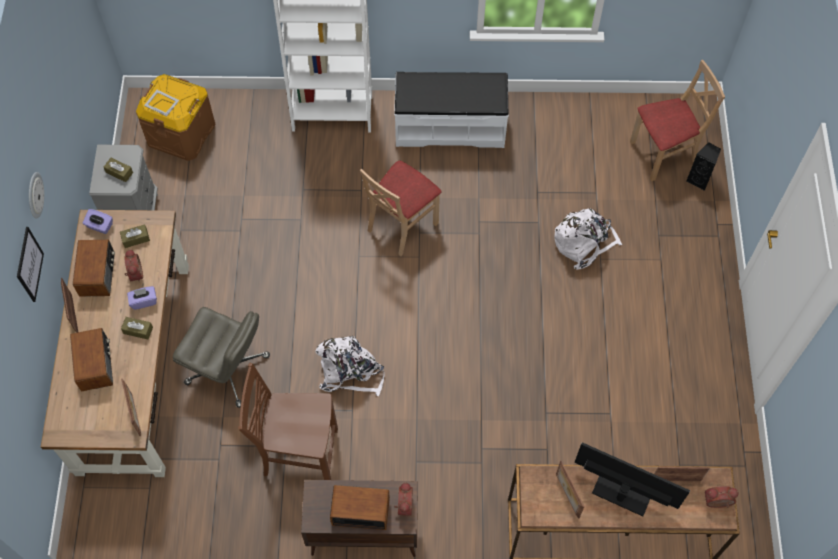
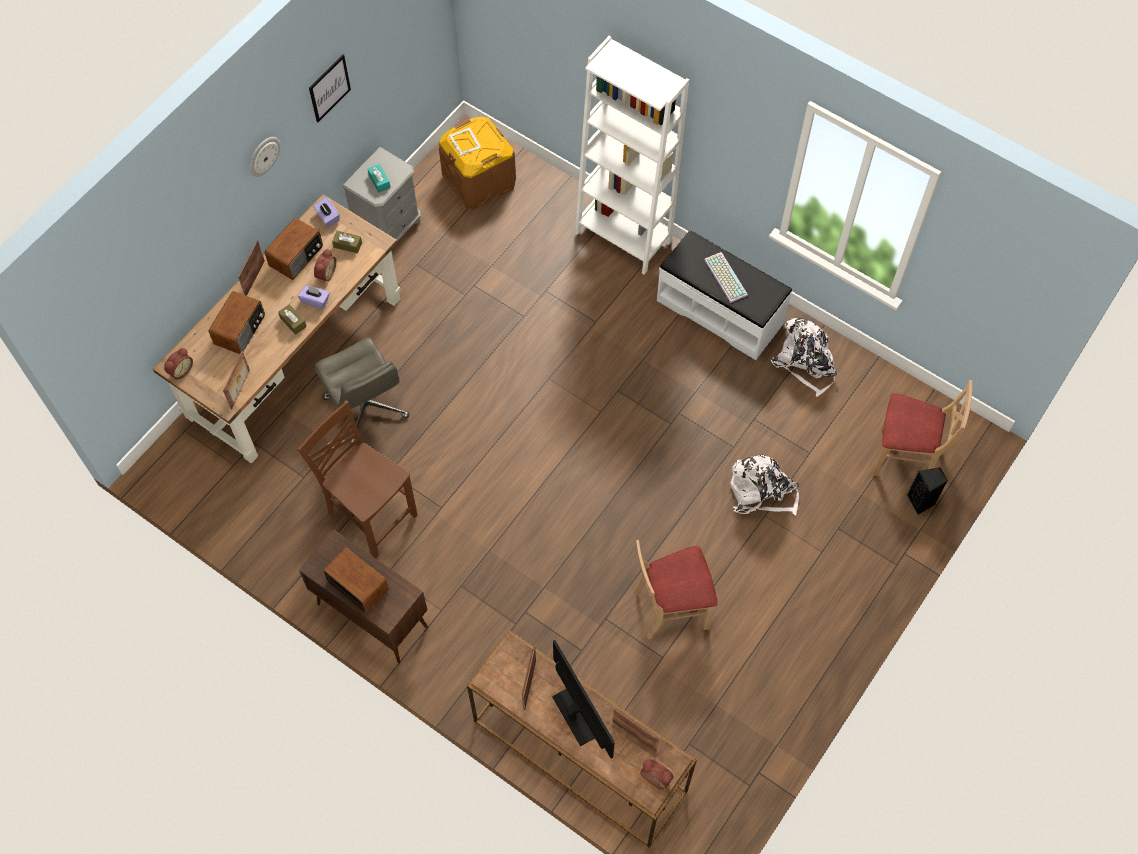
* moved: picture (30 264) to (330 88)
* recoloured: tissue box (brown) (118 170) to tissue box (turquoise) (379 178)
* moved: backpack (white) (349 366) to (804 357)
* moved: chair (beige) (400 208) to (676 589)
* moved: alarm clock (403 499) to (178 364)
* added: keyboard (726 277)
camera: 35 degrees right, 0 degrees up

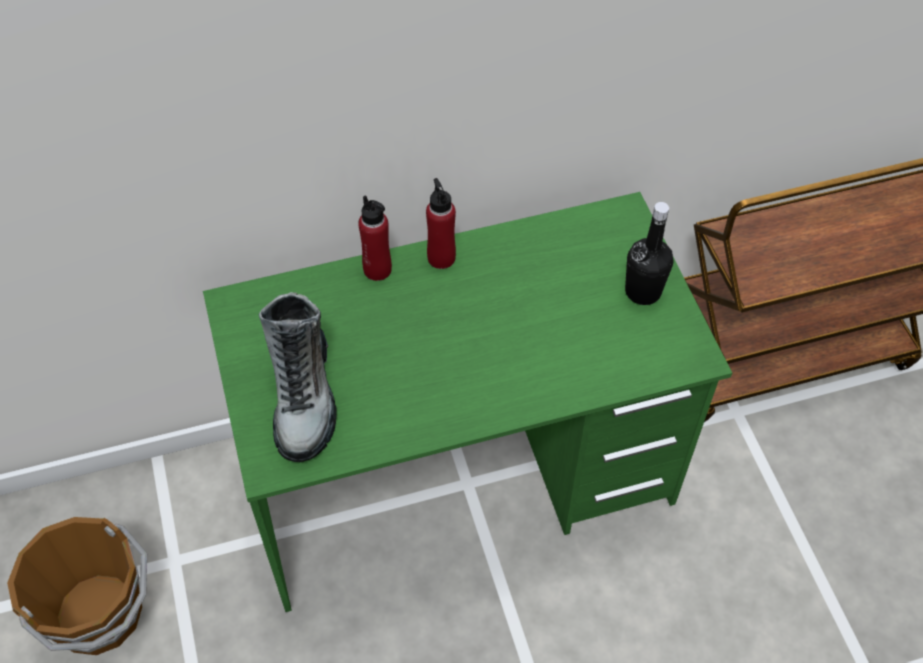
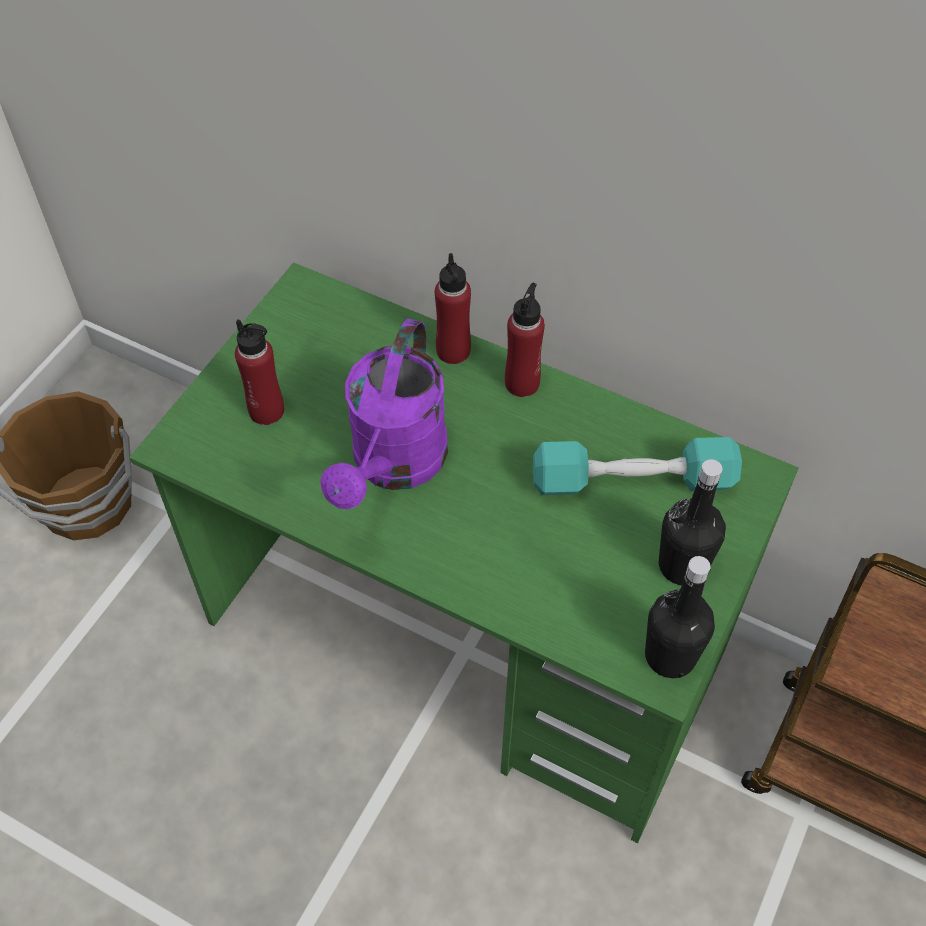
* replaced: boot (297 377) to bottle (red) (259 372)
* added: watering can (purple) (384 414)
* added: dumbbell (turquoise) (637 466)
* added: bottle (black) (680 617)
camera: 45 degrees right, 0 degrees up

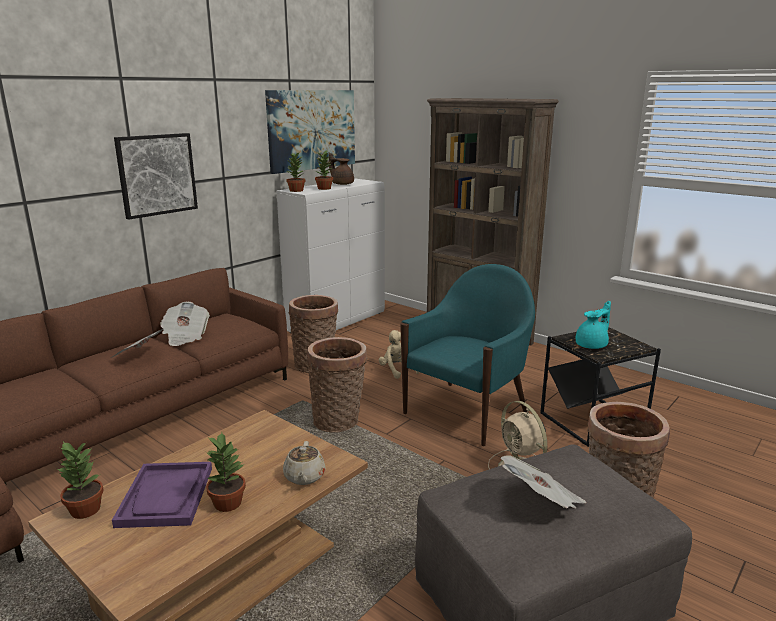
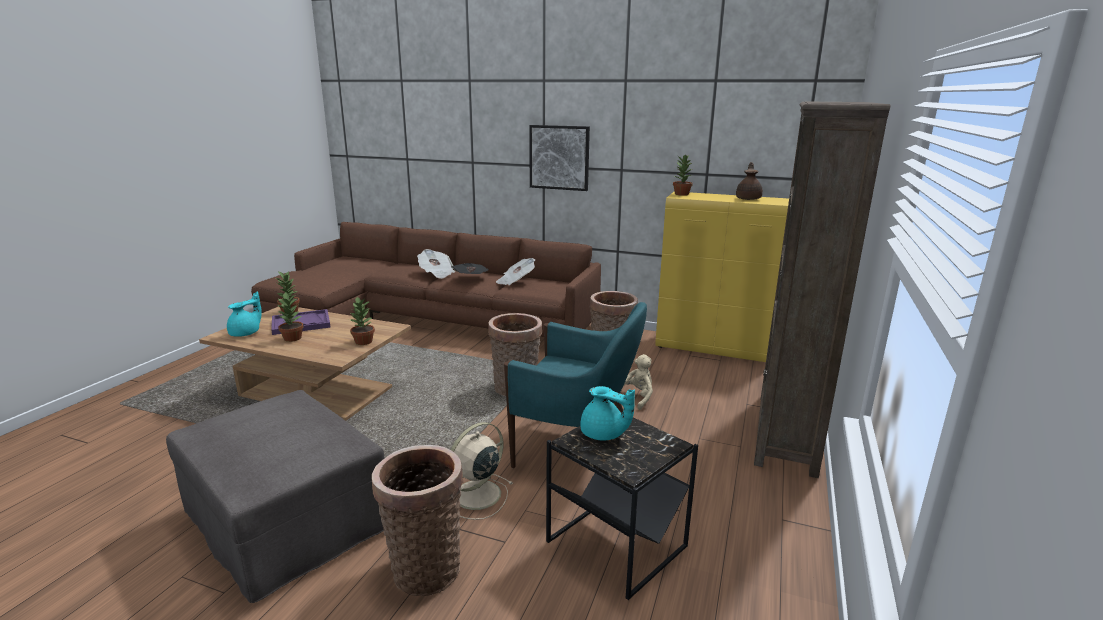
* removed: picture (310 132)
* recoloured: cabinet (white) (330 256) to cabinet (yellow) (722 276)
* removed: teapot (beige) (304 463)
* moved: potted plant (324 169) to (362 321)
* moved: newspaper (543 481) to (436 264)
* added: teapot (turquoise) (244 314)
camera: 70 degrees right, 0 degrees up

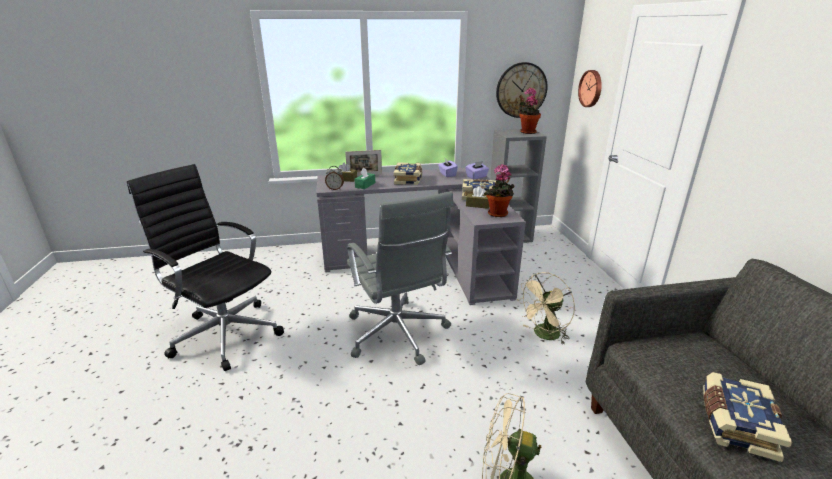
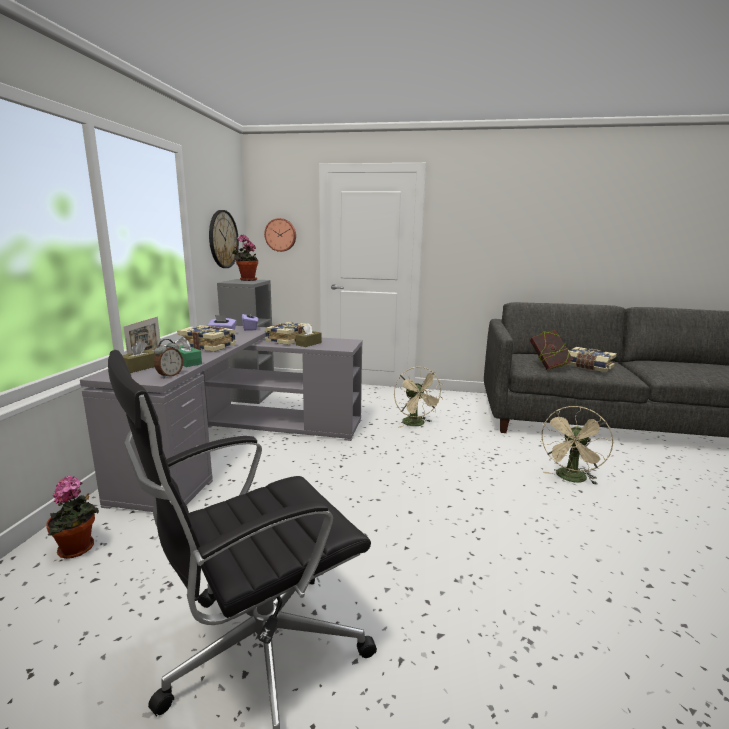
* removed: office chair (grey) (400 278)
* moved: potted plant (499 190) to (72 517)
* added: book (551 350)
camera: 70 degrees left, 10 degrees down

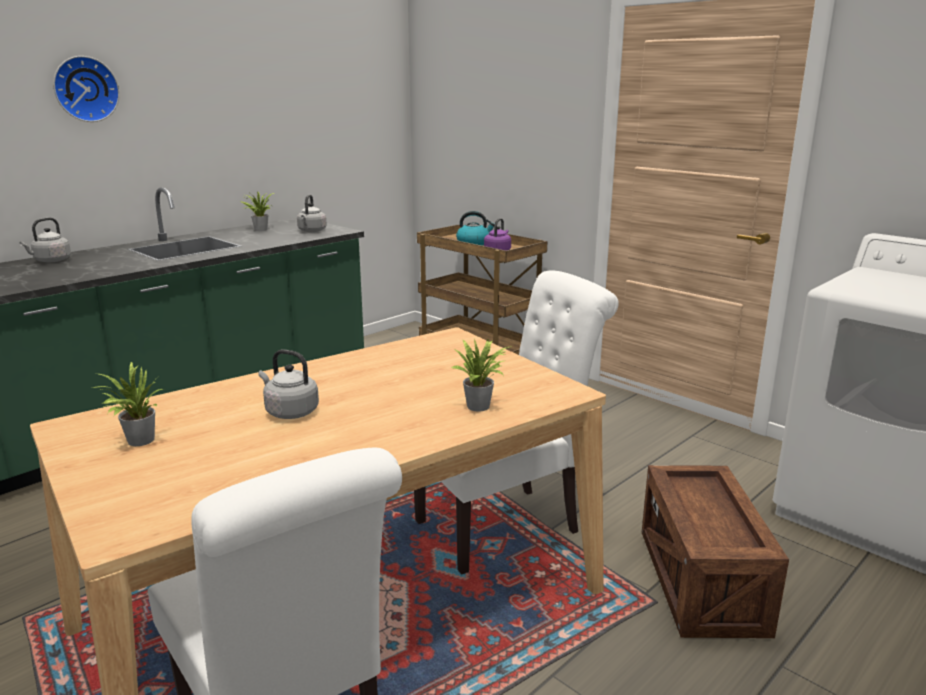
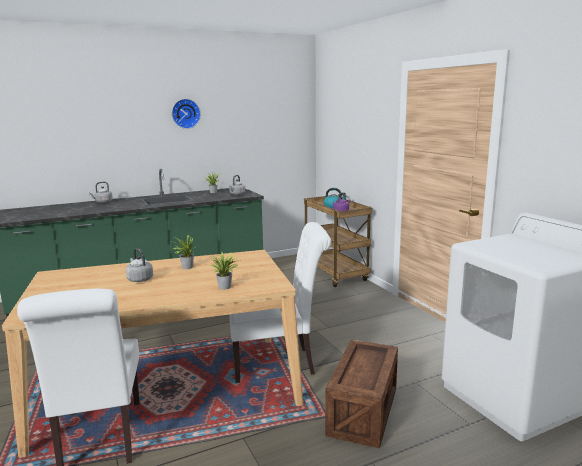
* moved: wall clock (86 89) to (186 114)
* moved: potted plant (128 403) to (185 252)
camera: 20 degrees right, 5 degrees down

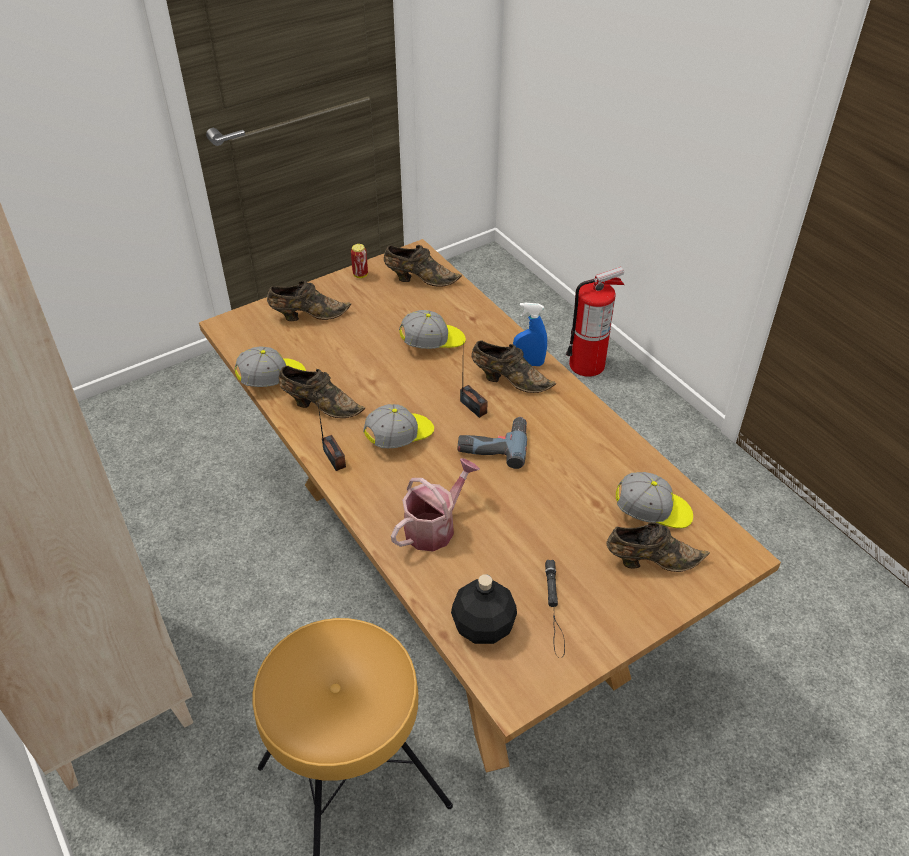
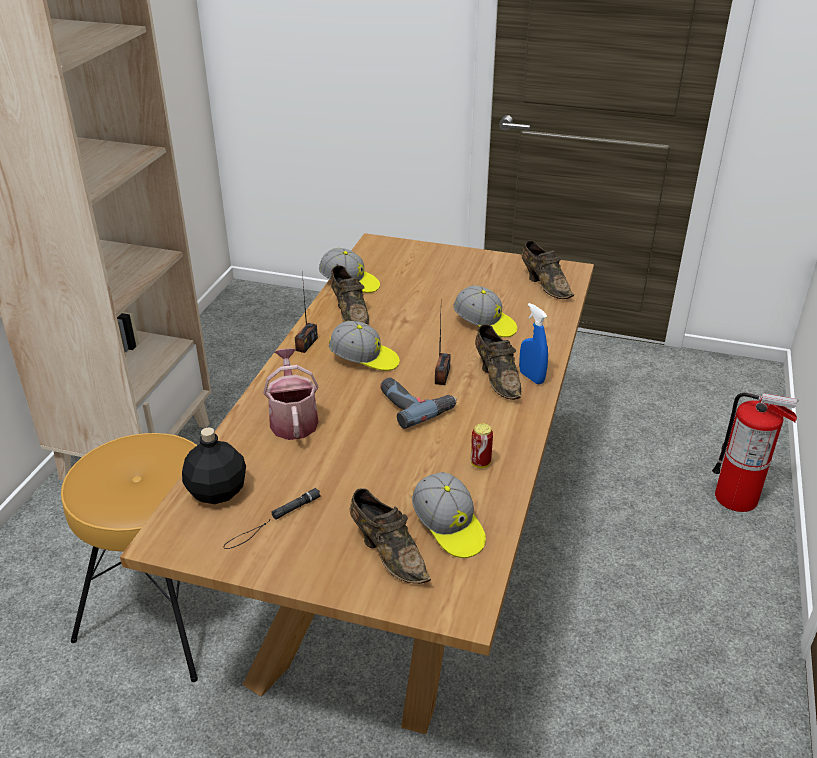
* removed: shoe (brown) (309 300)
* moved: can (359 261) to (482 445)
* turned: watering can (435 504) = (291 394) 105 degrees counterclockwise
camera: 50 degrees right, 10 degrees down

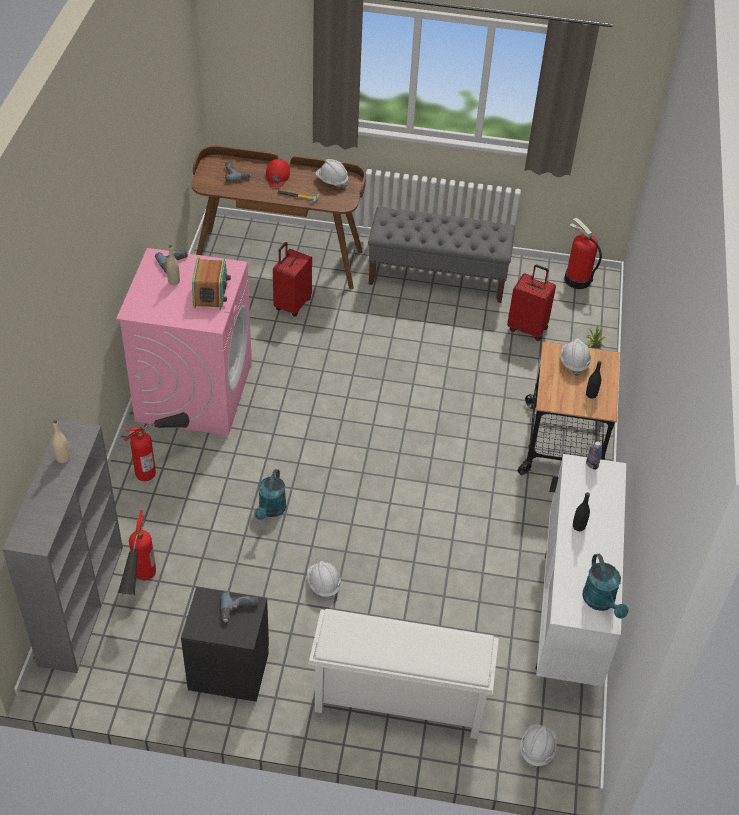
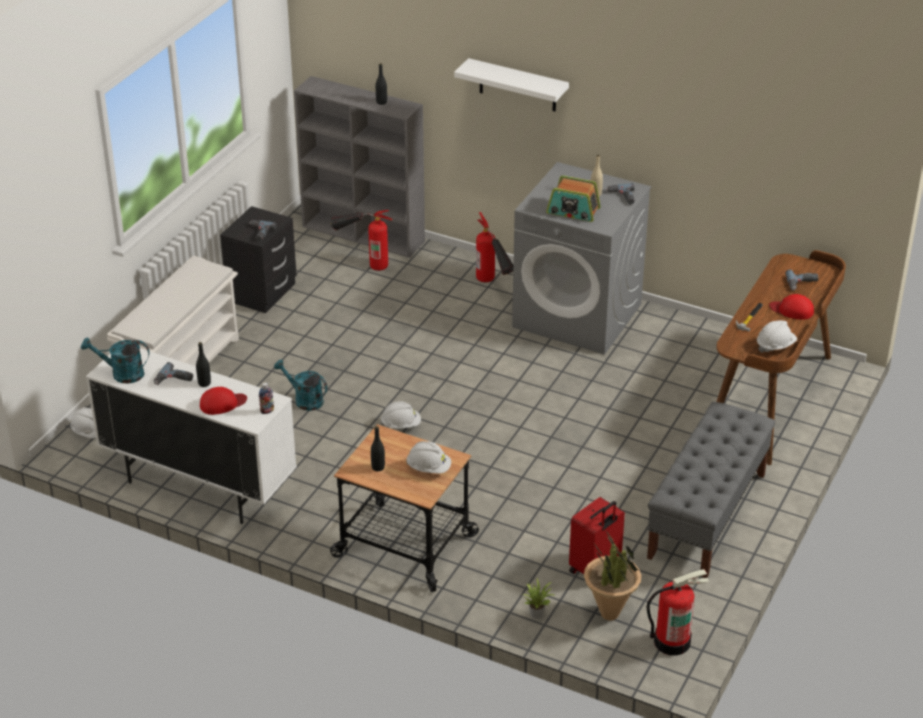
* recoloured: bottle (beige) (61 441) to bottle (black) (381 84)
* recoloured: washing machine (pink) (184 342) to washing machine (grey) (581 258)
* moved: watering can (turquoise) (270 494) to (301 385)
* removed: suitcase (red) (292 279)
* moved: hard hat (white) (324 580) to (401 415)
* added: power drill (173 373)
* added: cap (red) (223 401)
* added: shelf (white) (511 84)
* added: potted plant (612 574)
camera: 110 degrees right, 10 degrees down

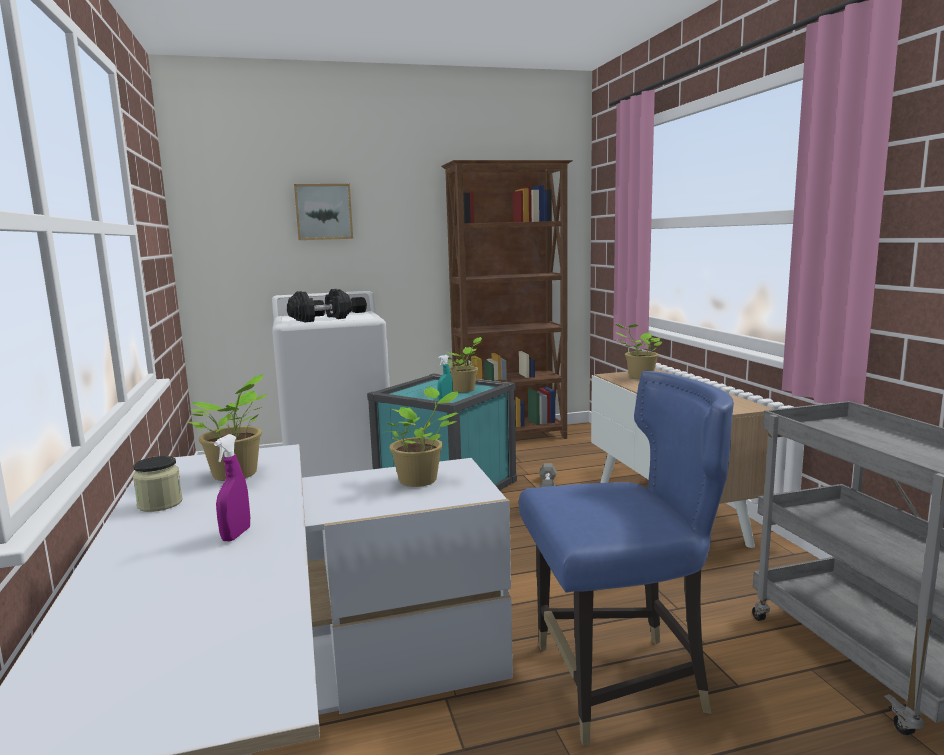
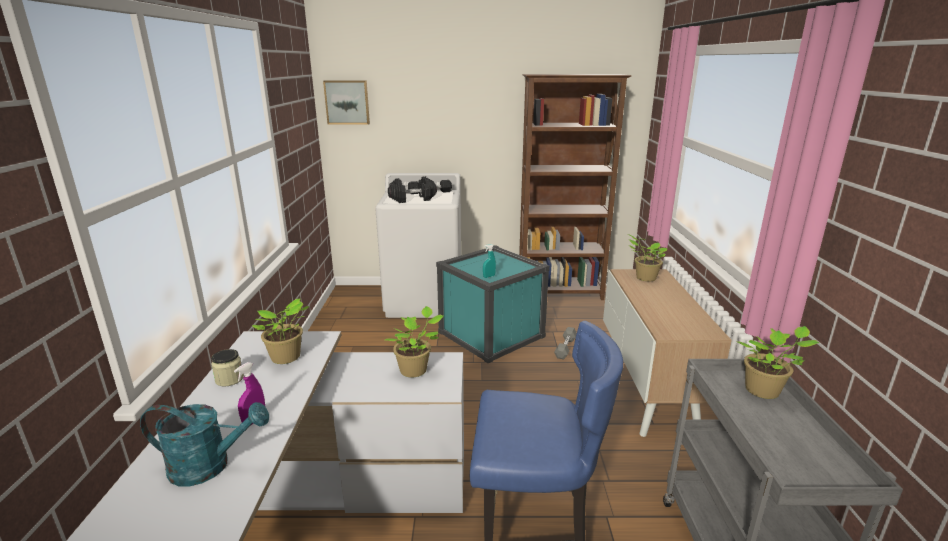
* moved: picture (323 212) to (346 102)
* moved: potted plant (464 365) to (778 362)
* added: watering can (turquoise) (204 444)
camera: 15 degrees right, 10 degrees up

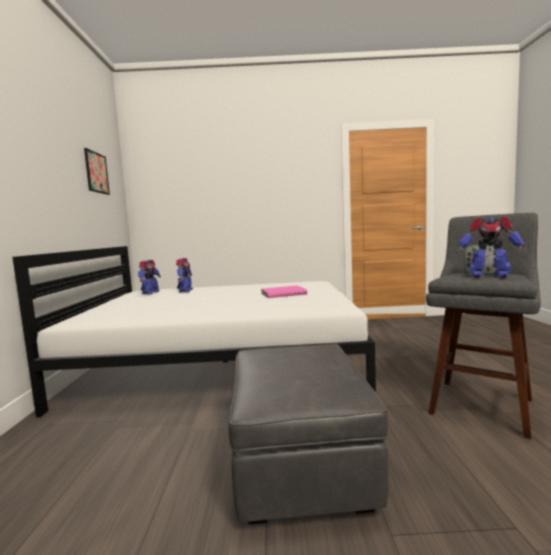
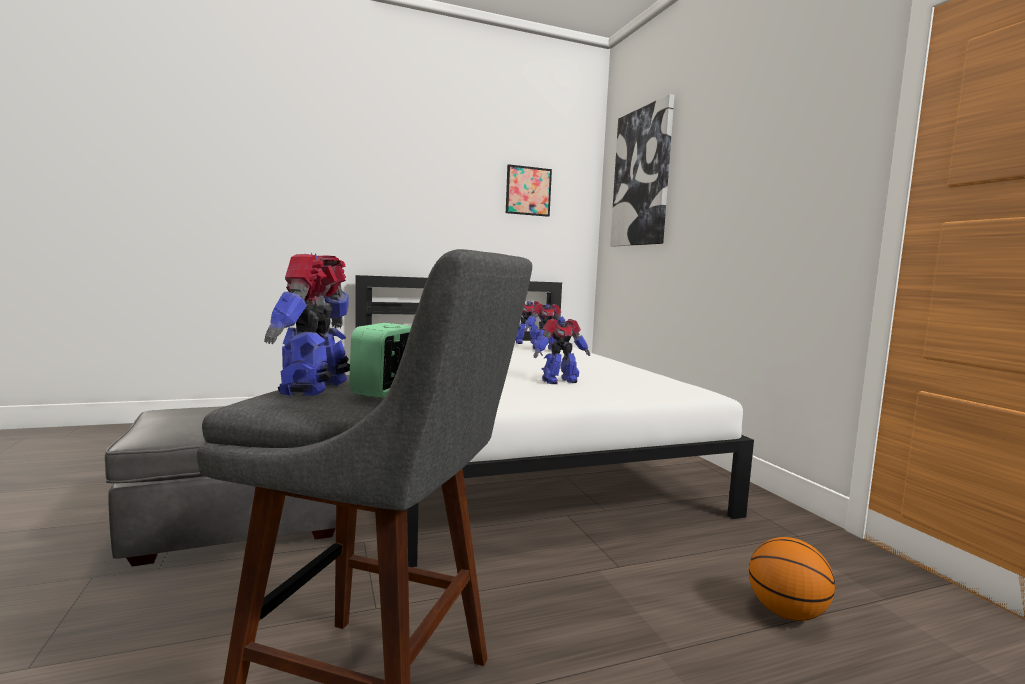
* replaced: book (pink) (284 291) to toy robot (561 351)
* added: picture (642 170)
* added: basketball (792 579)
camera: 70 degrees right, 0 degrees up

